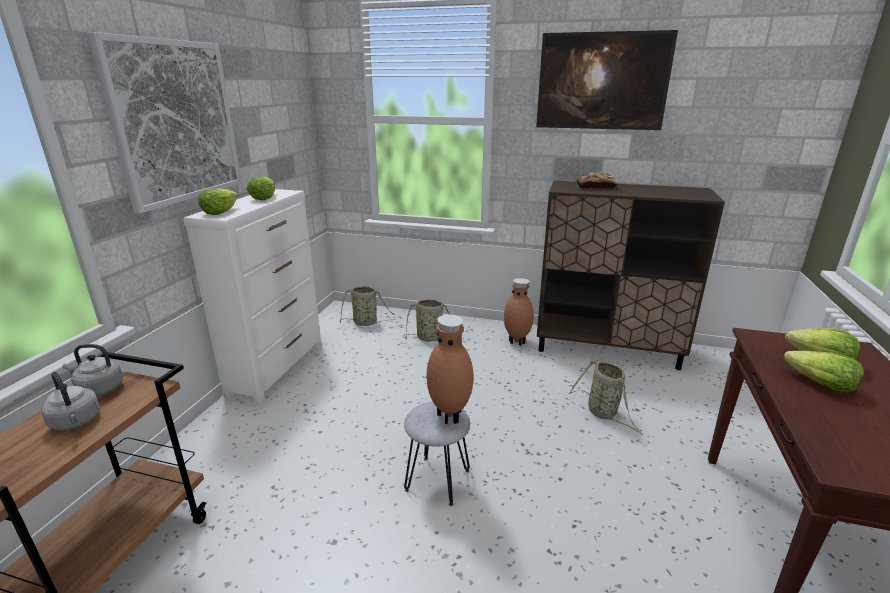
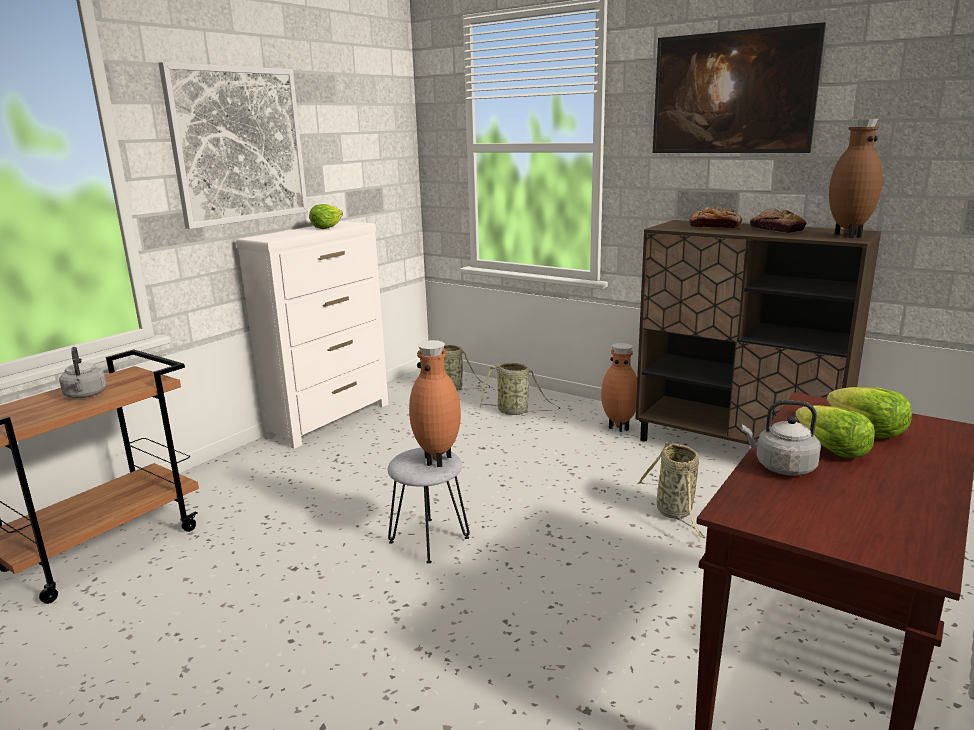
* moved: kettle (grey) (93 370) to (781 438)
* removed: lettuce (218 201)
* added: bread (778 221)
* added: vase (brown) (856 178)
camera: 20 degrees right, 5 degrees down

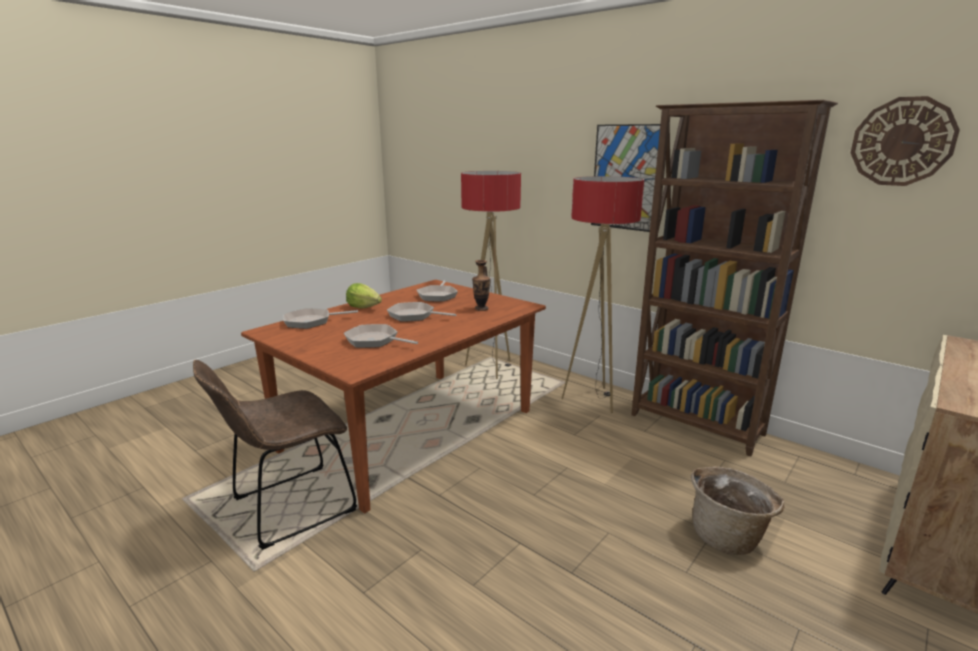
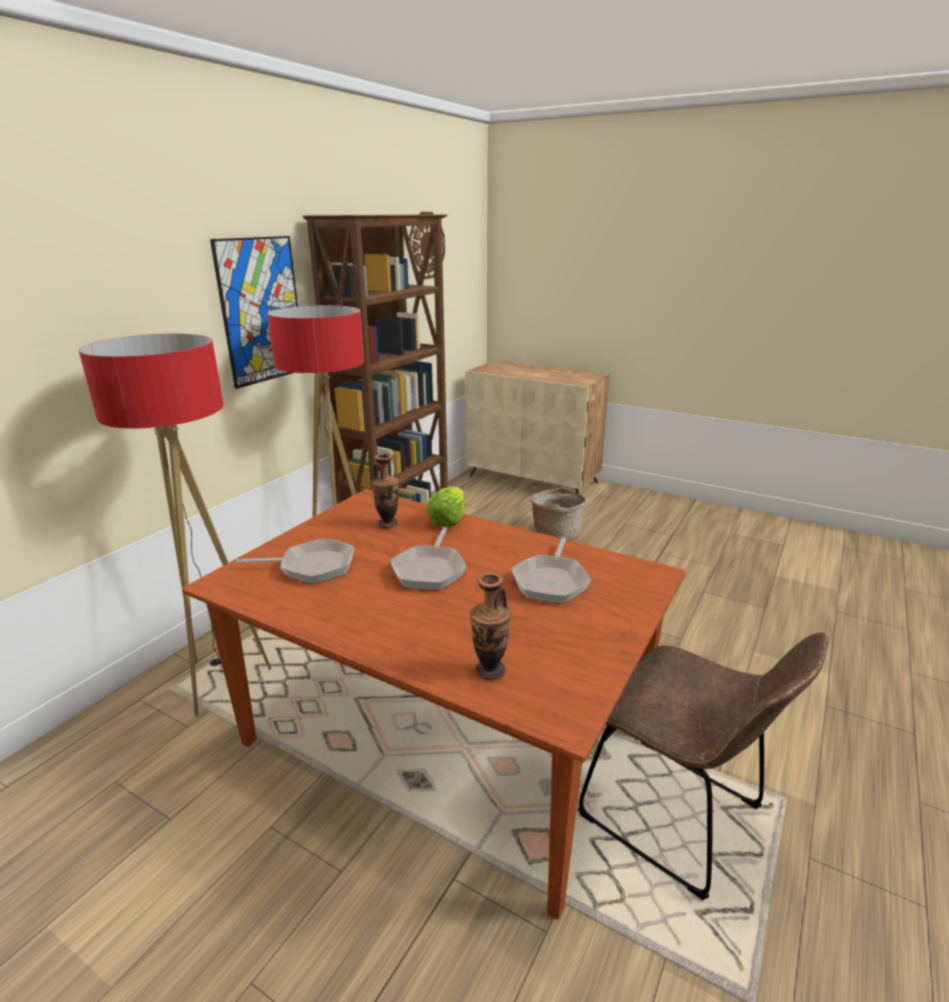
* replaced: frying pan (320 318) to vase (490 626)
* moved: lettuce (364 296) to (445 507)
camera: 100 degrees left, 5 degrees up

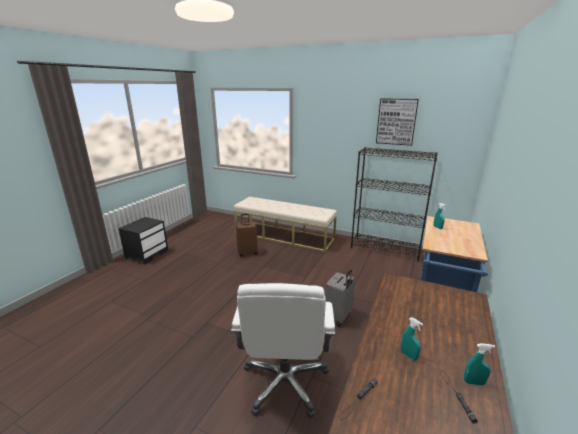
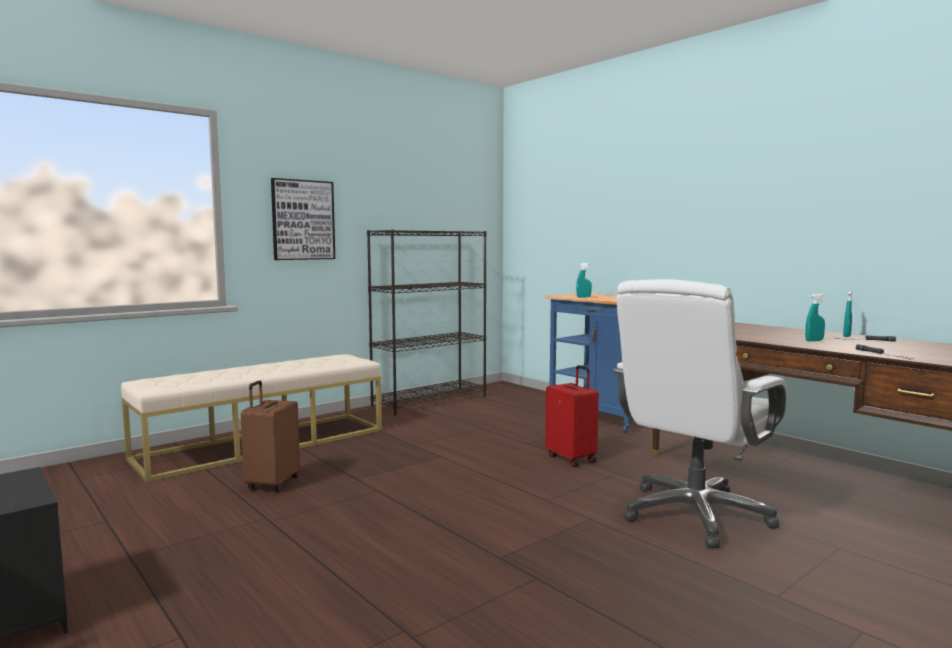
* turned: office chair (white) (283 350) = (700 413) 105 degrees clockwise
* recoloured: suitcase (grey) (340 298) to suitcase (red) (572 416)
* moved: picture (397 122) to (303 219)
camera: 65 degrees left, 15 degrees down

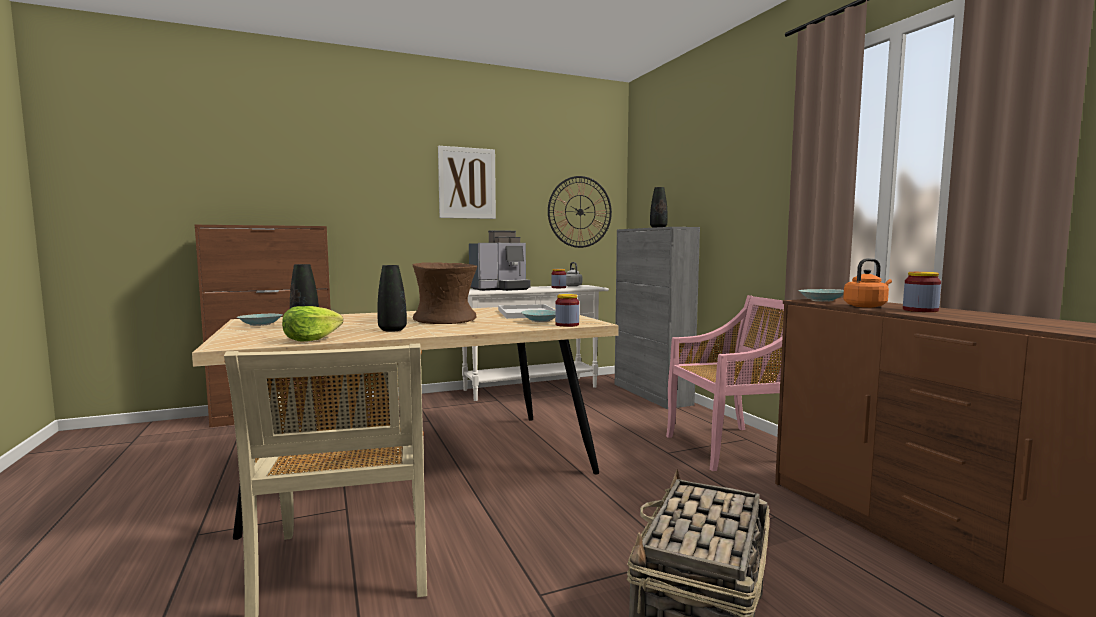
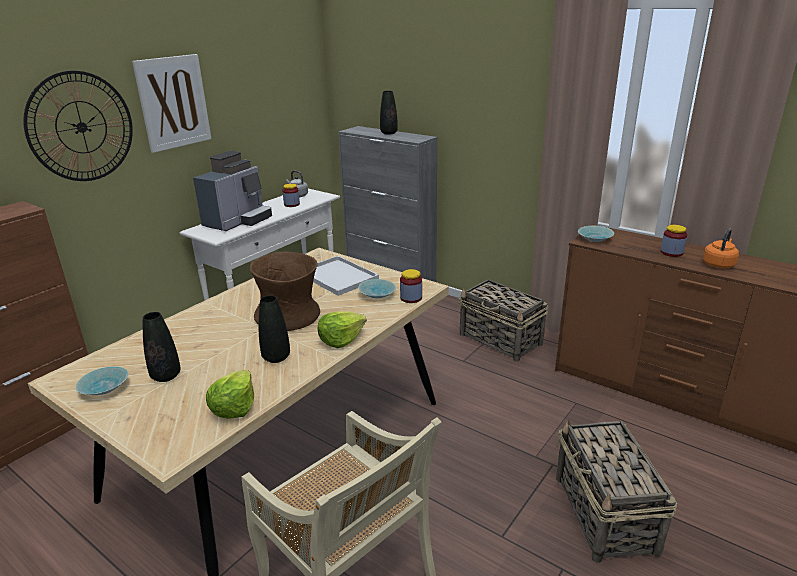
* moved: wall clock (580 212) to (78 126)
* replaced: chair (pink) (725 383) to basket (503 321)
* moved: kettle (orange) (867 283) to (721 248)
* added: lettuce (342 329)
camera: 30 degrees left, 20 degrees up

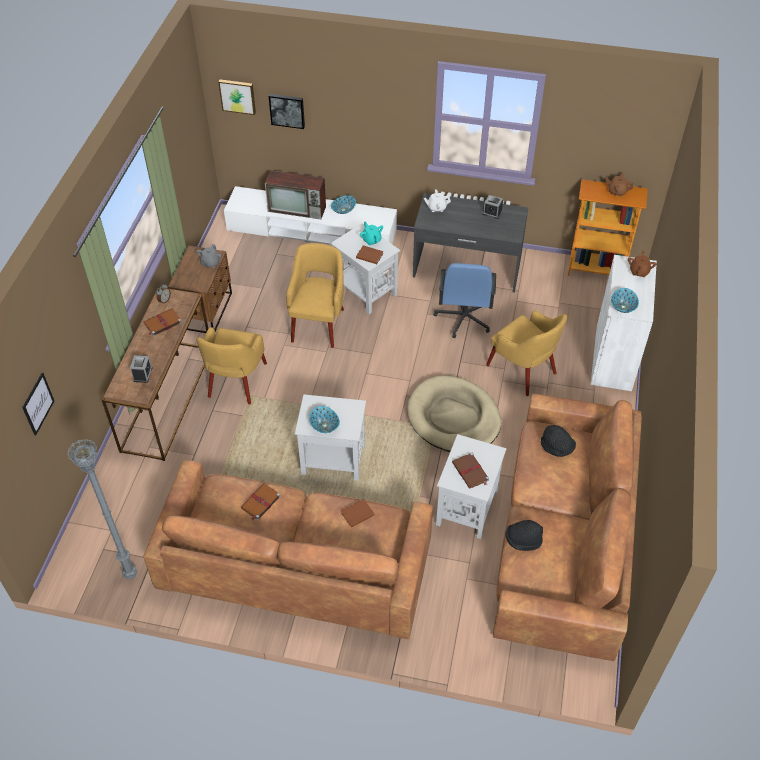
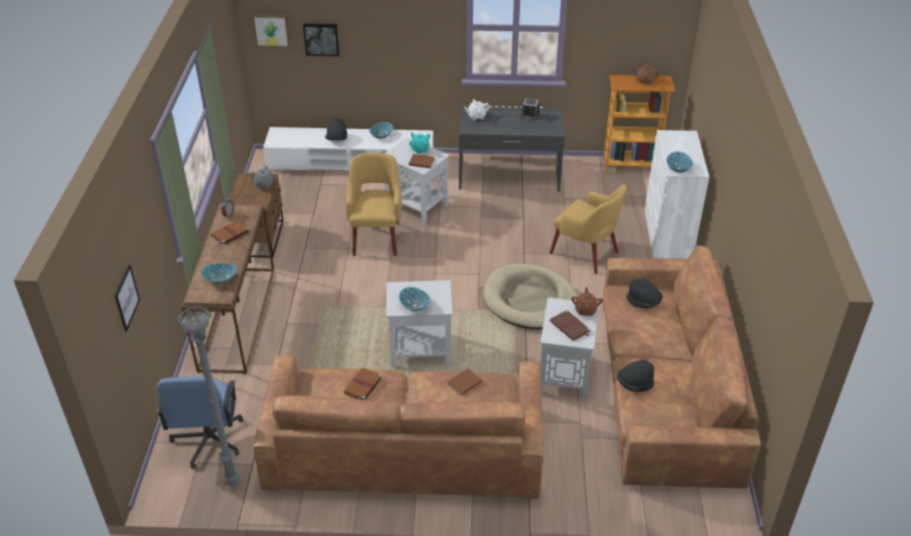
* replaced: alarm clock (141 369) to bowl (219 273)
* removed: armchair (yellow) (232 365)
* replaced: television (295 194) to hat (black) (336 129)
* moved: office chair (blue) (464 300) to (200 422)
* moved: teapot (brown) (642 264) to (587 301)
camera: 10 degrees left, 10 degrees down

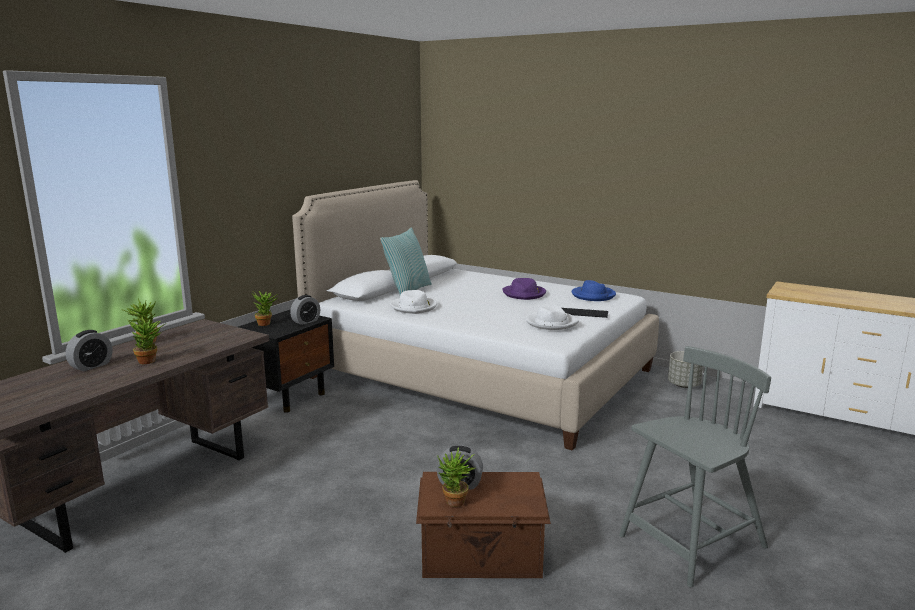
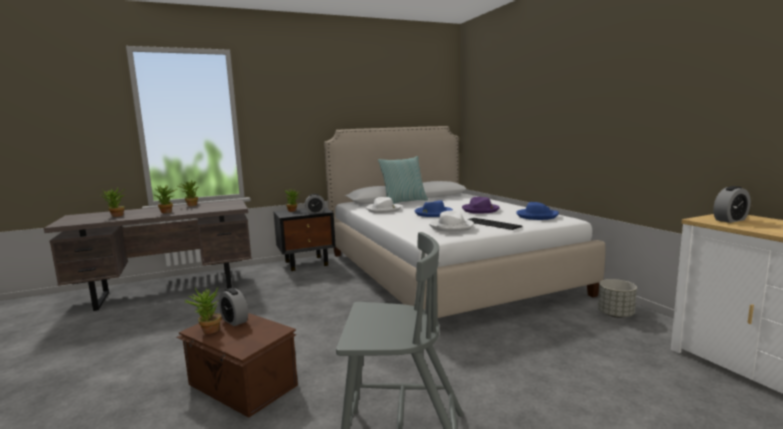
* moved: alarm clock (89 351) to (732 204)
* added: potted plant (113 202)
* added: hat (blue) (434 208)
camera: 35 degrees right, 5 degrees down

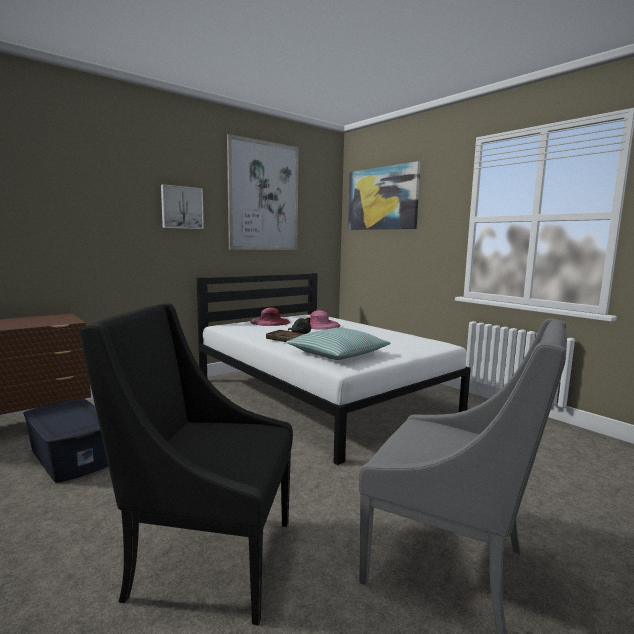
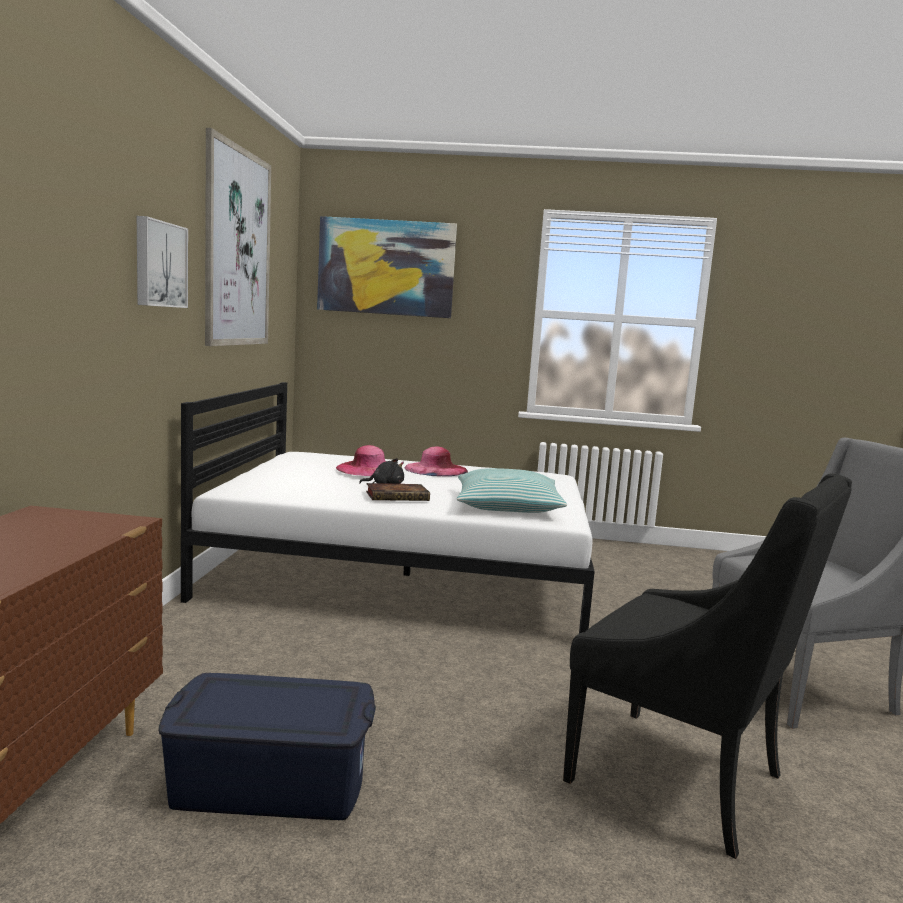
* turned: armchair (black) (186 464) = (707 666) 105 degrees counterclockwise
* moved: hat (pink) (270 317) to (436 461)
camera: 45 degrees left, 0 degrees up

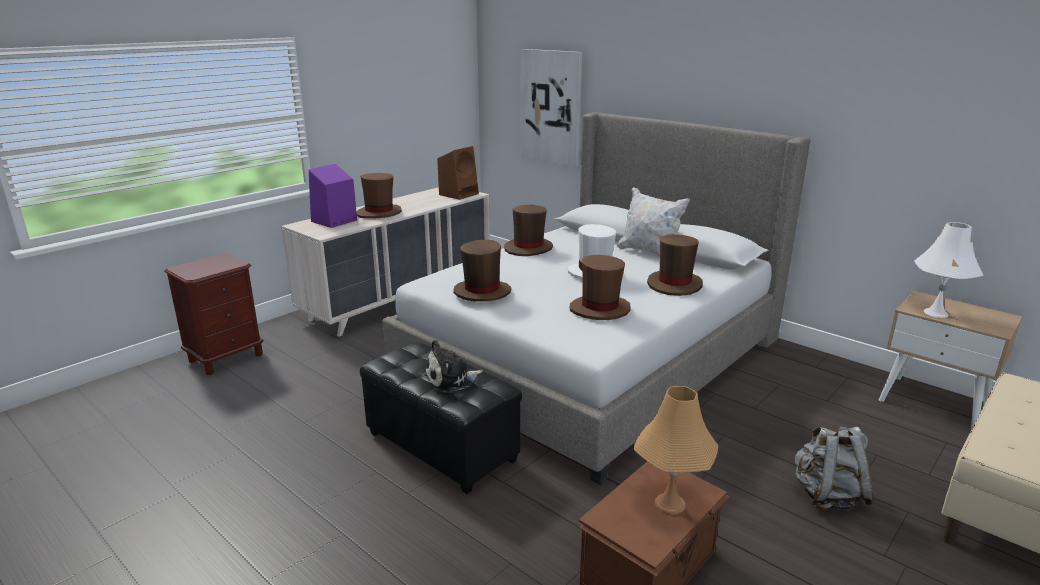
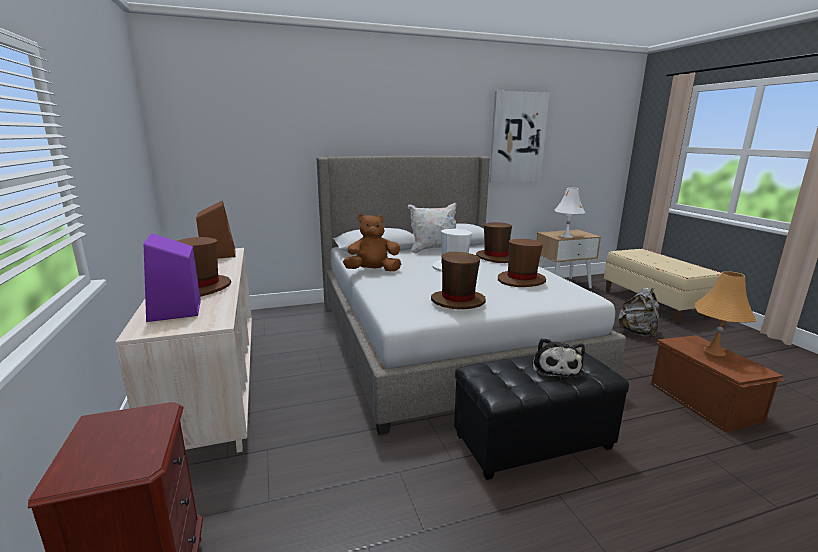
* replaced: hat (brown) (528 230) to plush toy (brown) (372 242)
* moved: picture (551 108) to (519 136)
camera: 60 degrees left, 5 degrees down

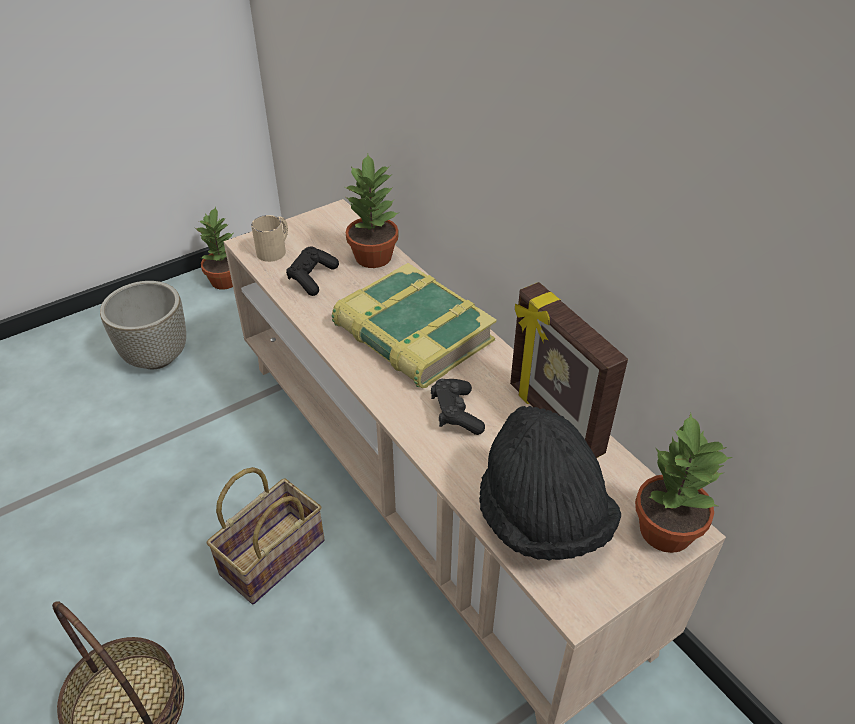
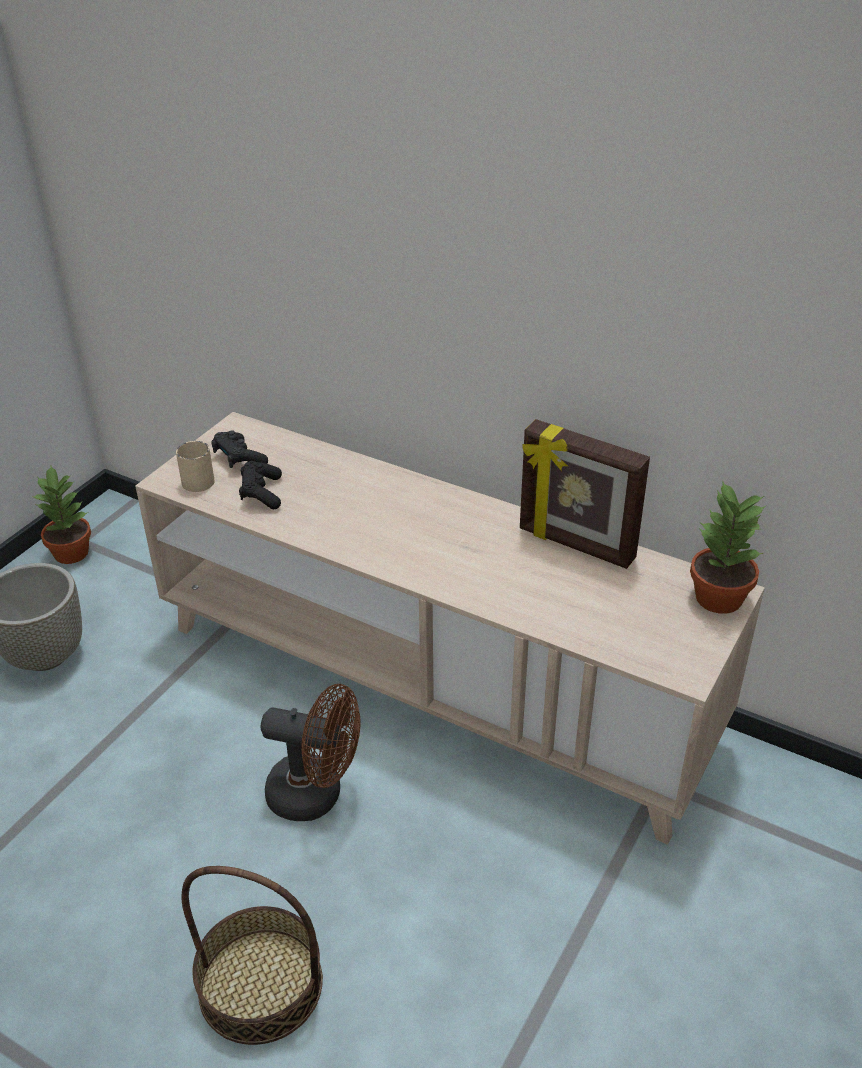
* replaced: basket (266 535) to fan (brown) (311 752)
* removed: book (414 325)
* removed: potted plant (372 211)
* moved: game controller (black) (458 407) to (239 449)
* removed: hat (black) (550 483)
camera: 25 degrees left, 5 degrees down

